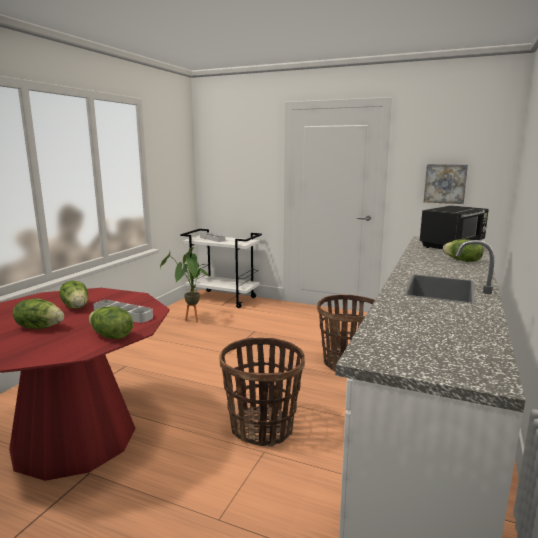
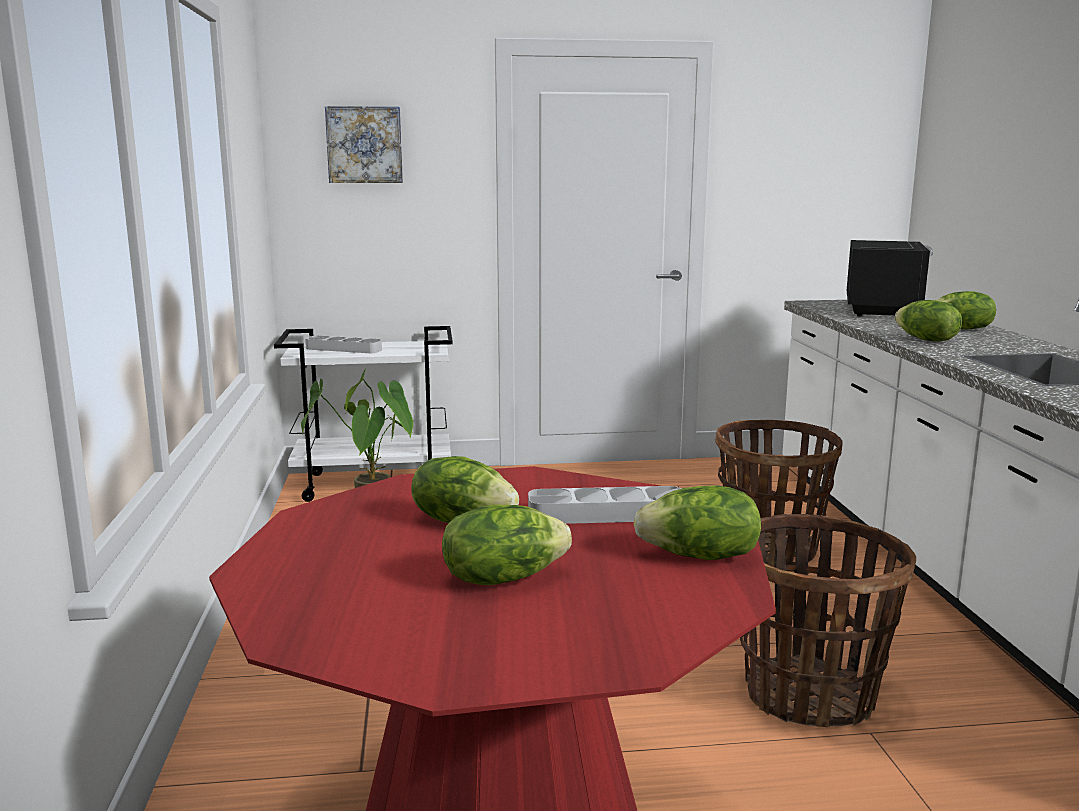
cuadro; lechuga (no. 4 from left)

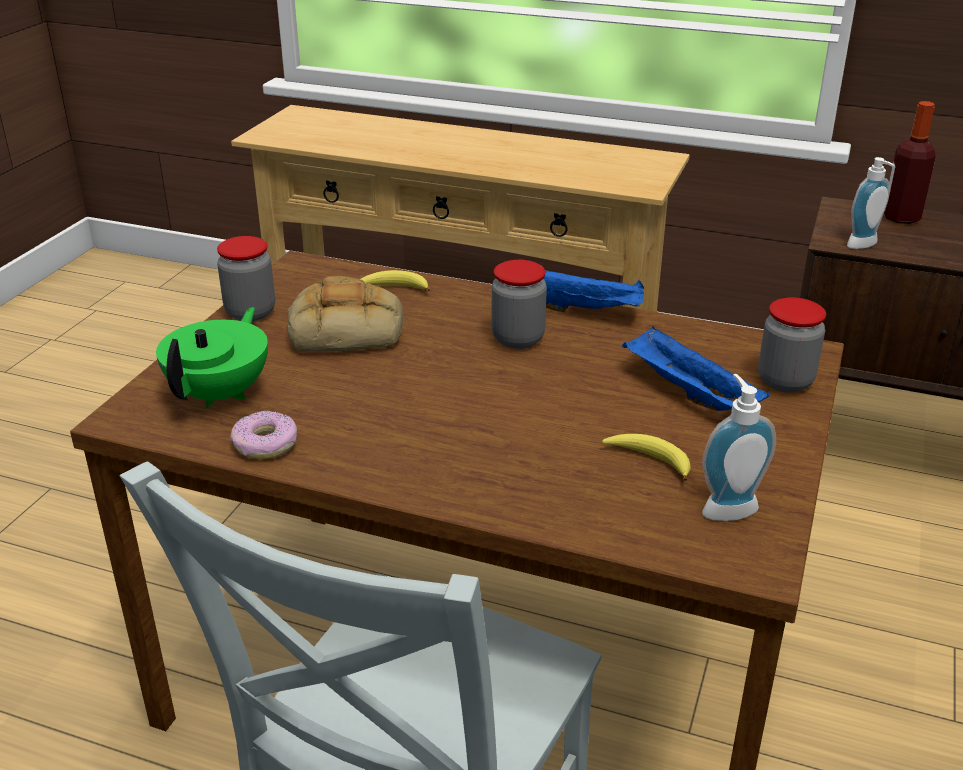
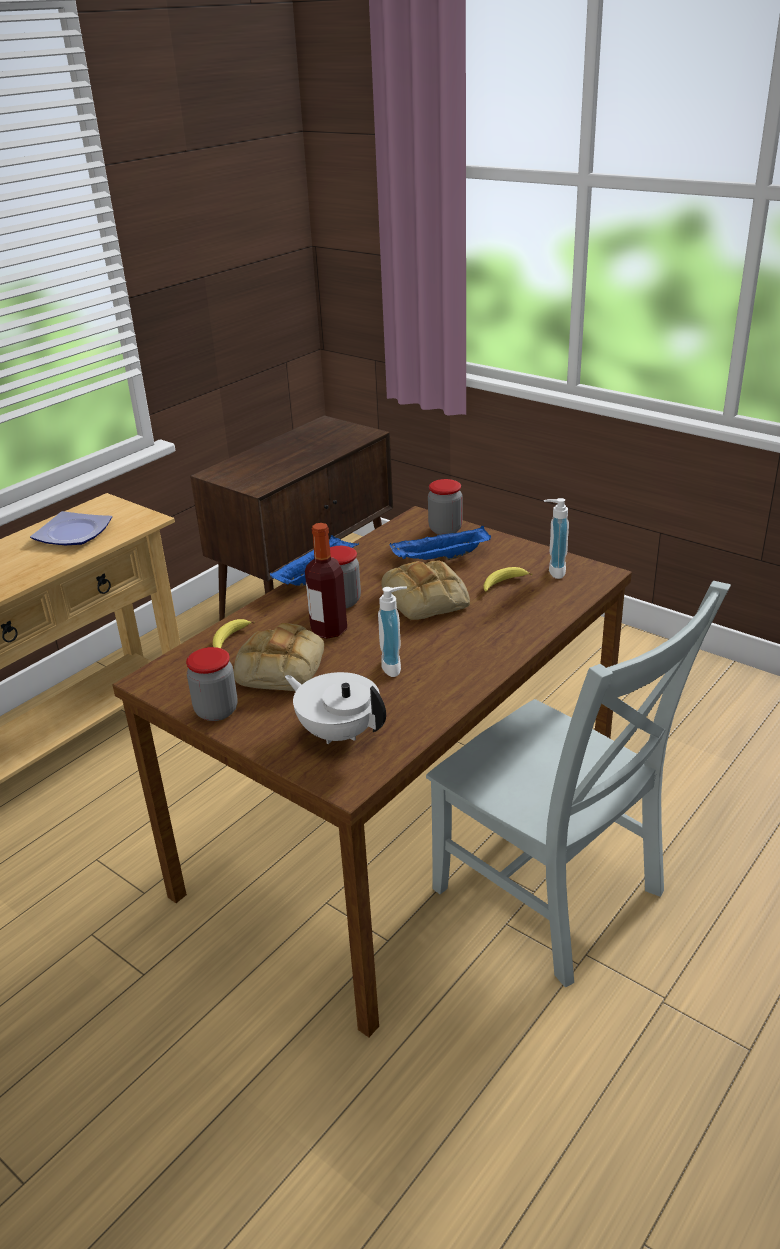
plato; tetera [blanco]; botella; dispensador de jabón (no. 1 from left); pan (no. 2 from left); rosquilla

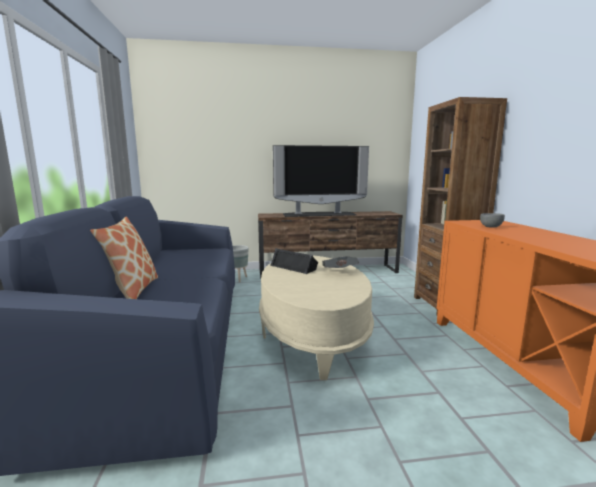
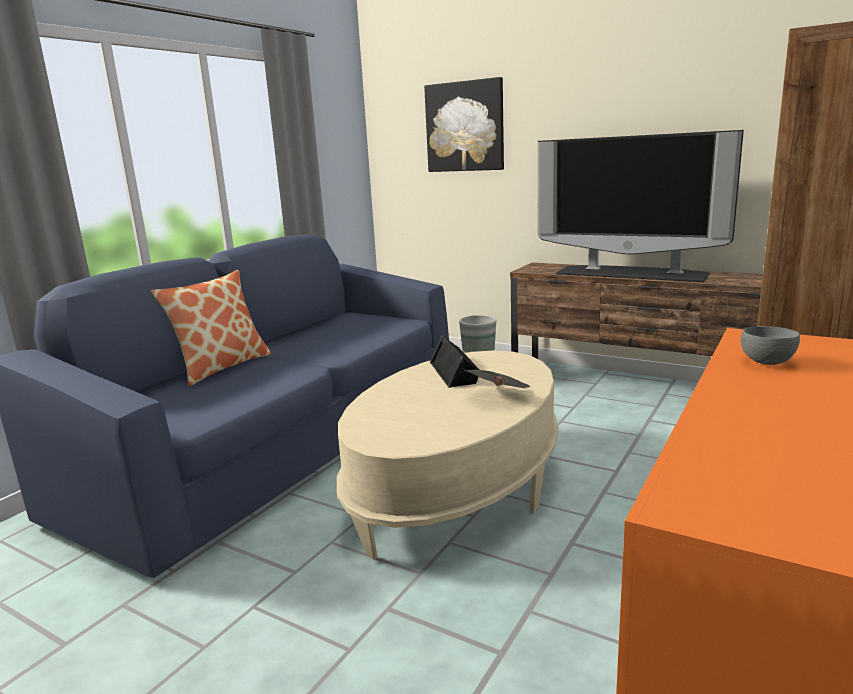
cuadro

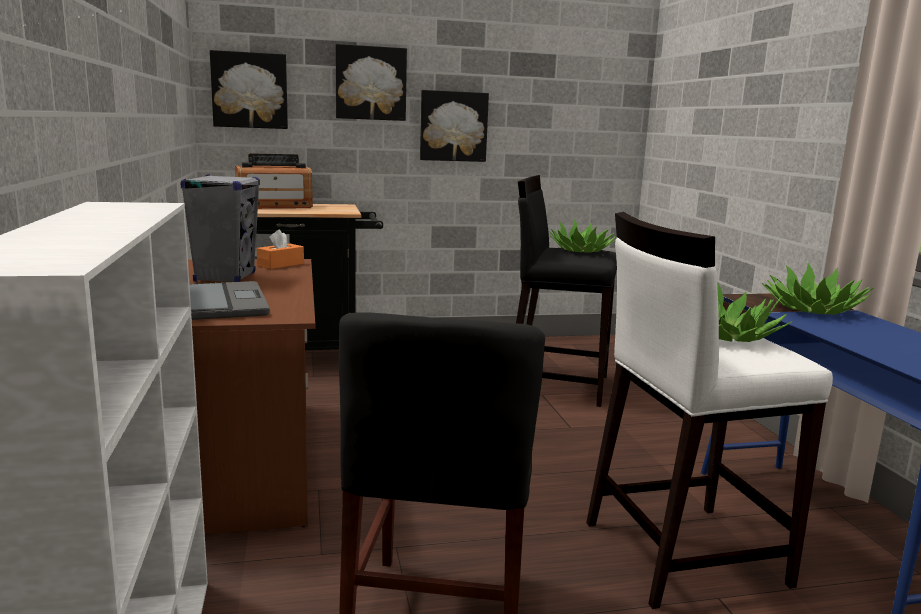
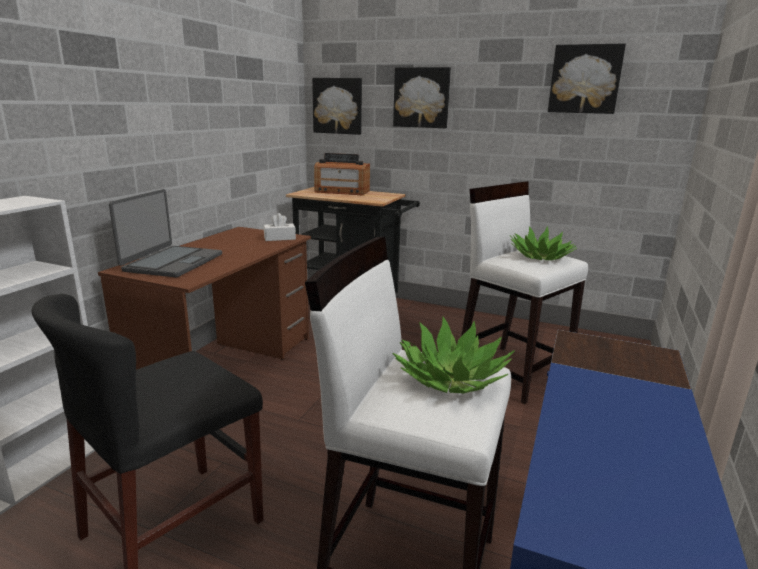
caja de pañuelos [blanco]; taburete [blanco] (no. 2 from left); cuadro (no. 3 from left); altavoz [gris]; planta en maceta (no. 3 from left in the first image)

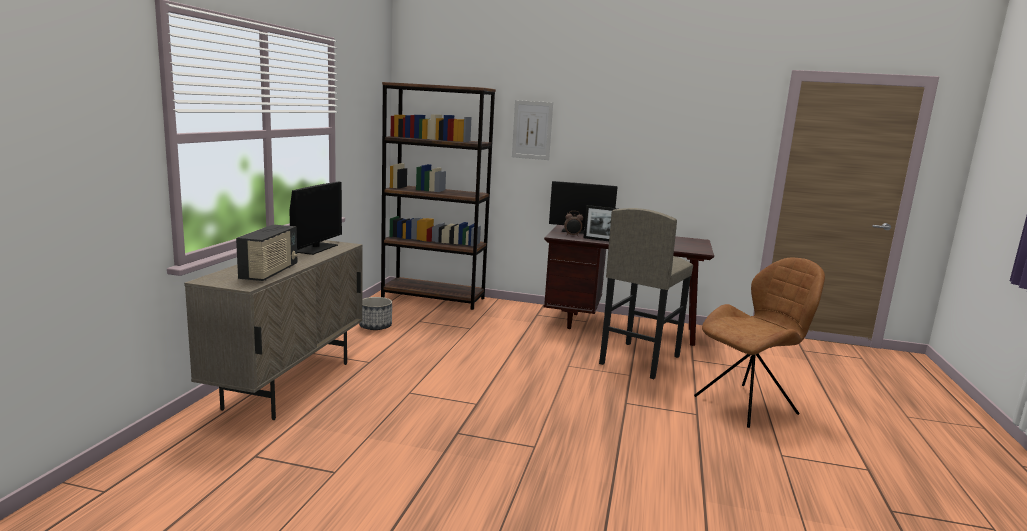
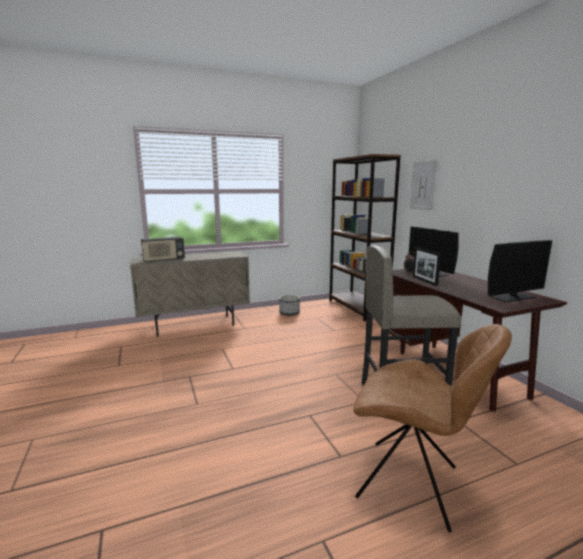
monitor (no. 2 from left)

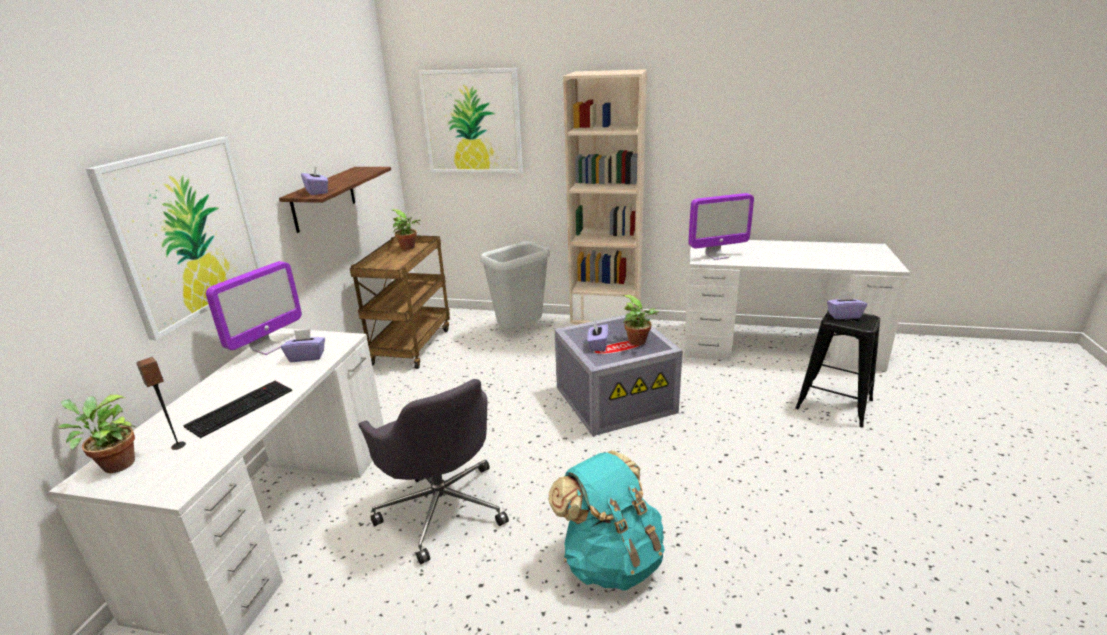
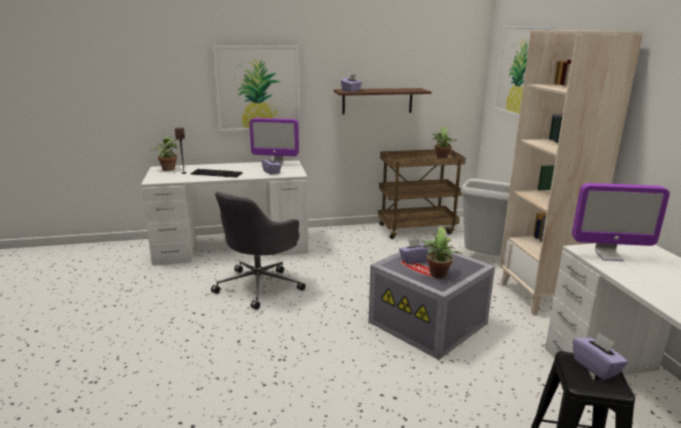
monitor (no. 2 from left); mochila [turquesa]

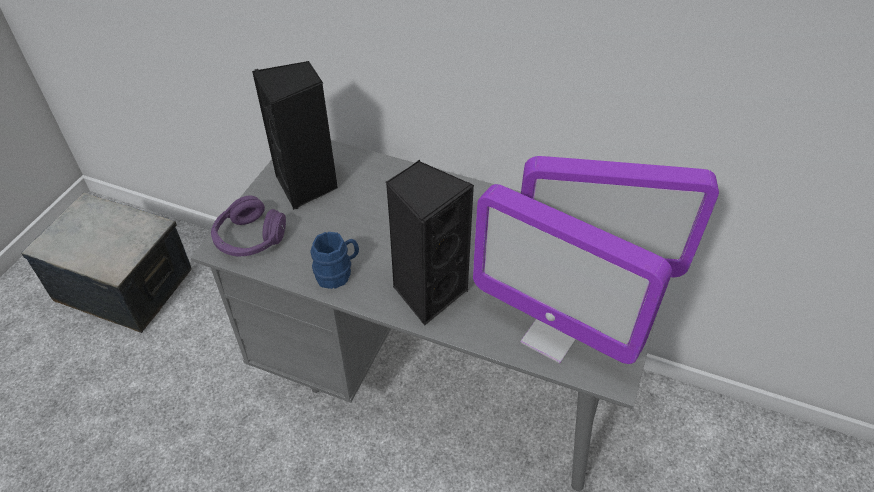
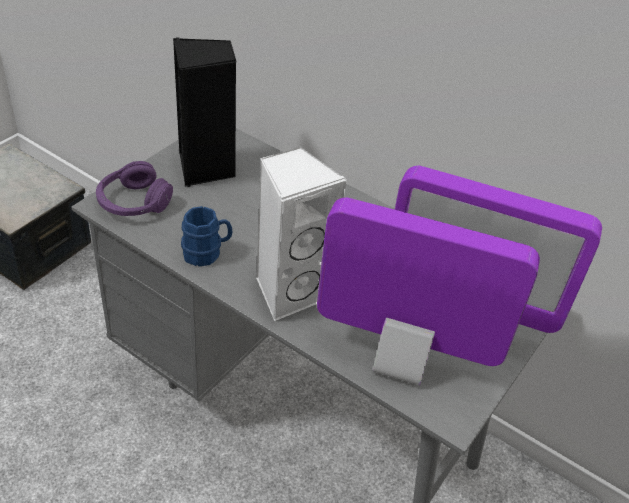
altavoz [blanco]; monitor (no. 1 from left)

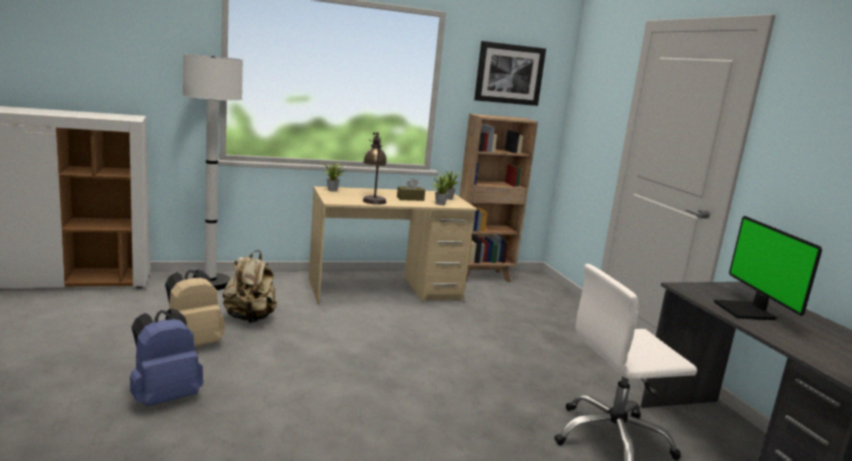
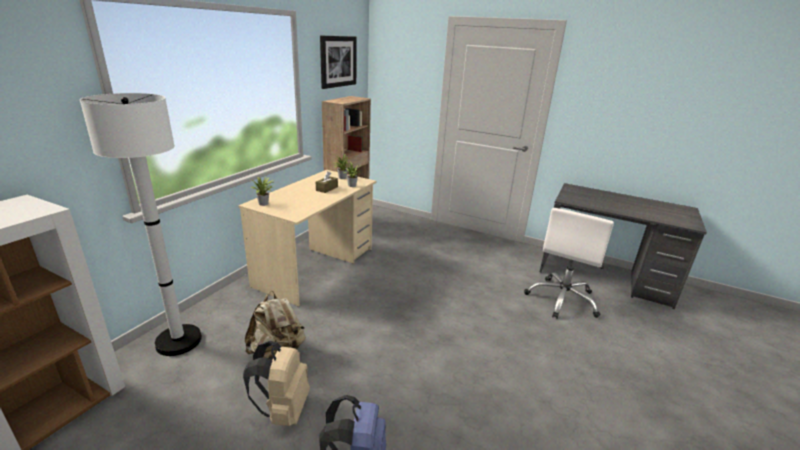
lámpara de mesa; monitor

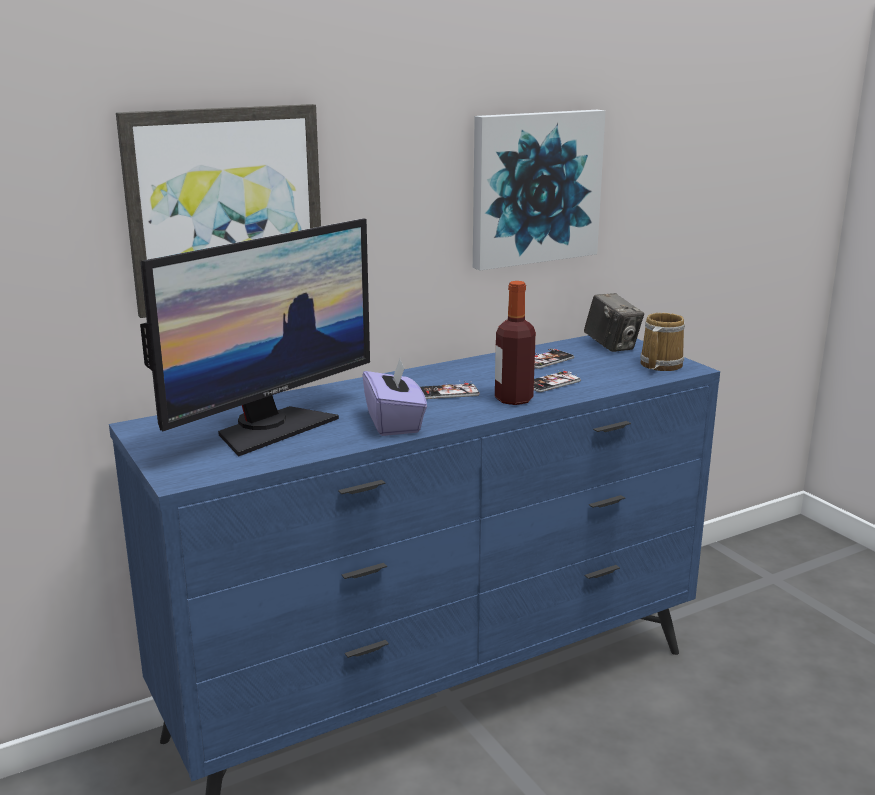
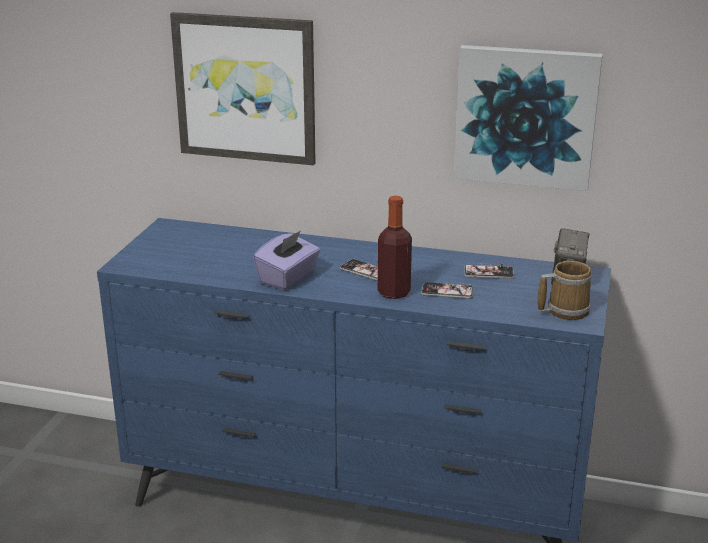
monitor

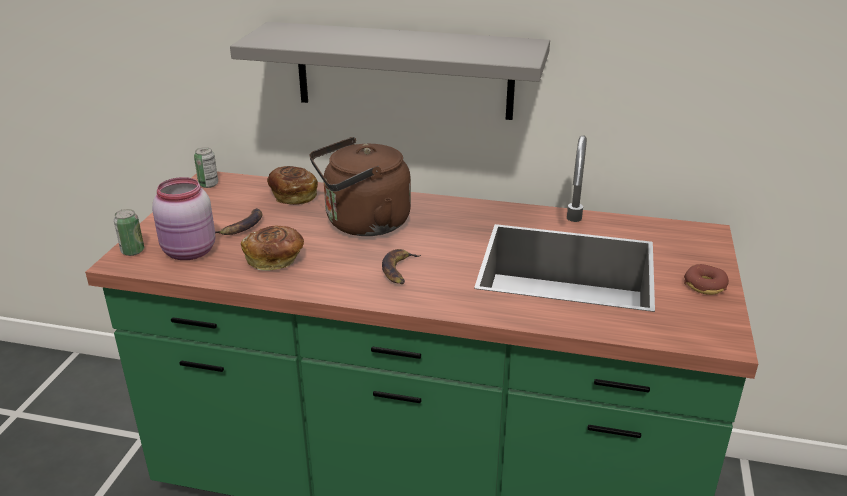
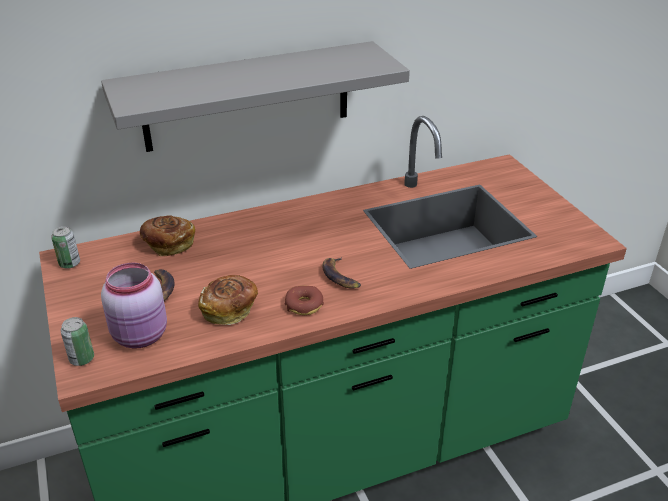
rosquilla; hervidor [marrón]

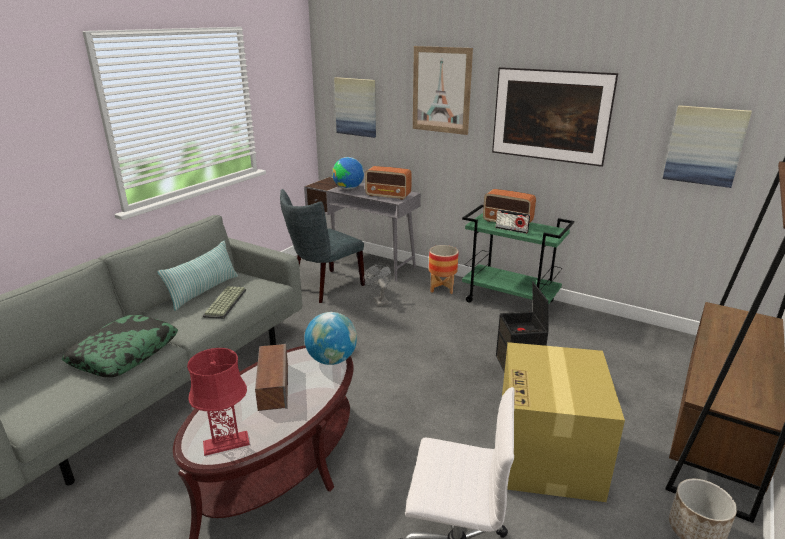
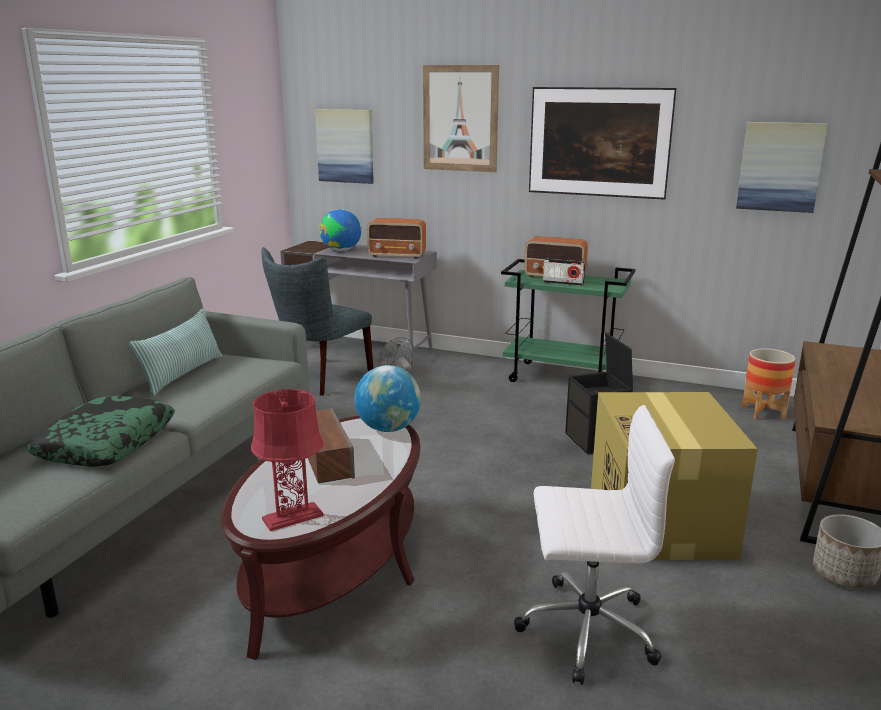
maceta (no. 1 from left); teclado

